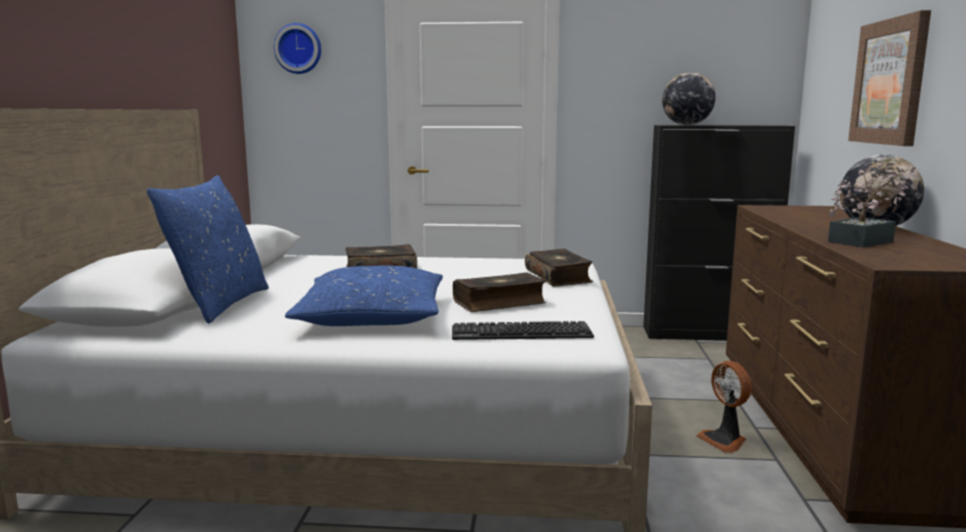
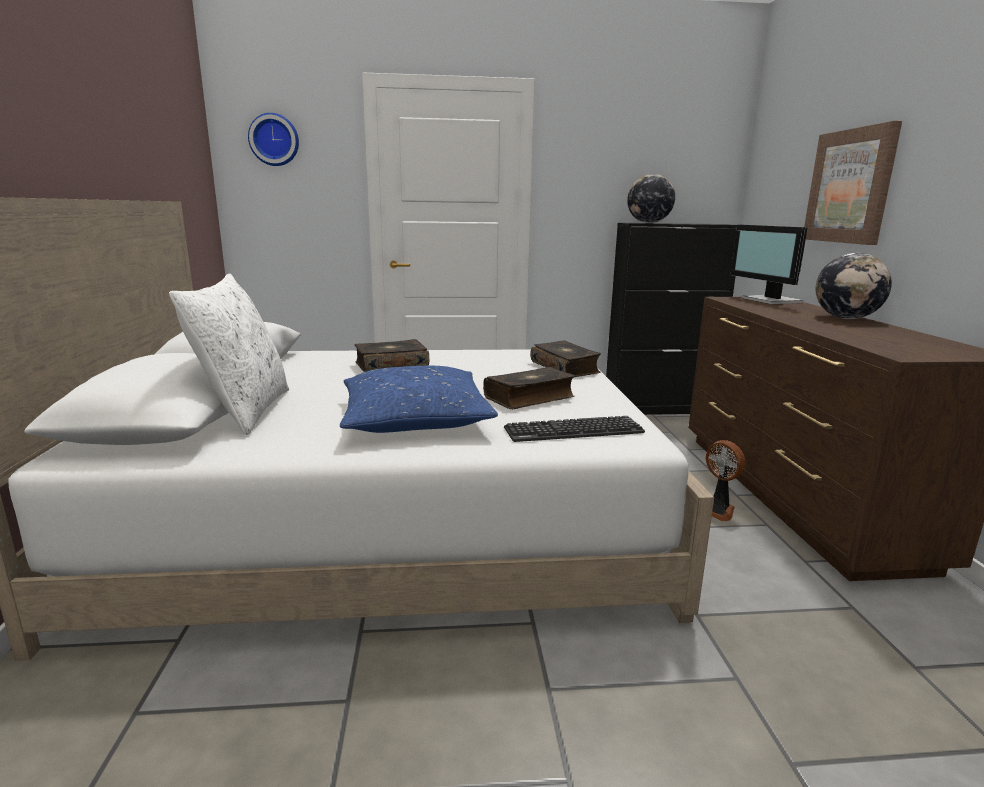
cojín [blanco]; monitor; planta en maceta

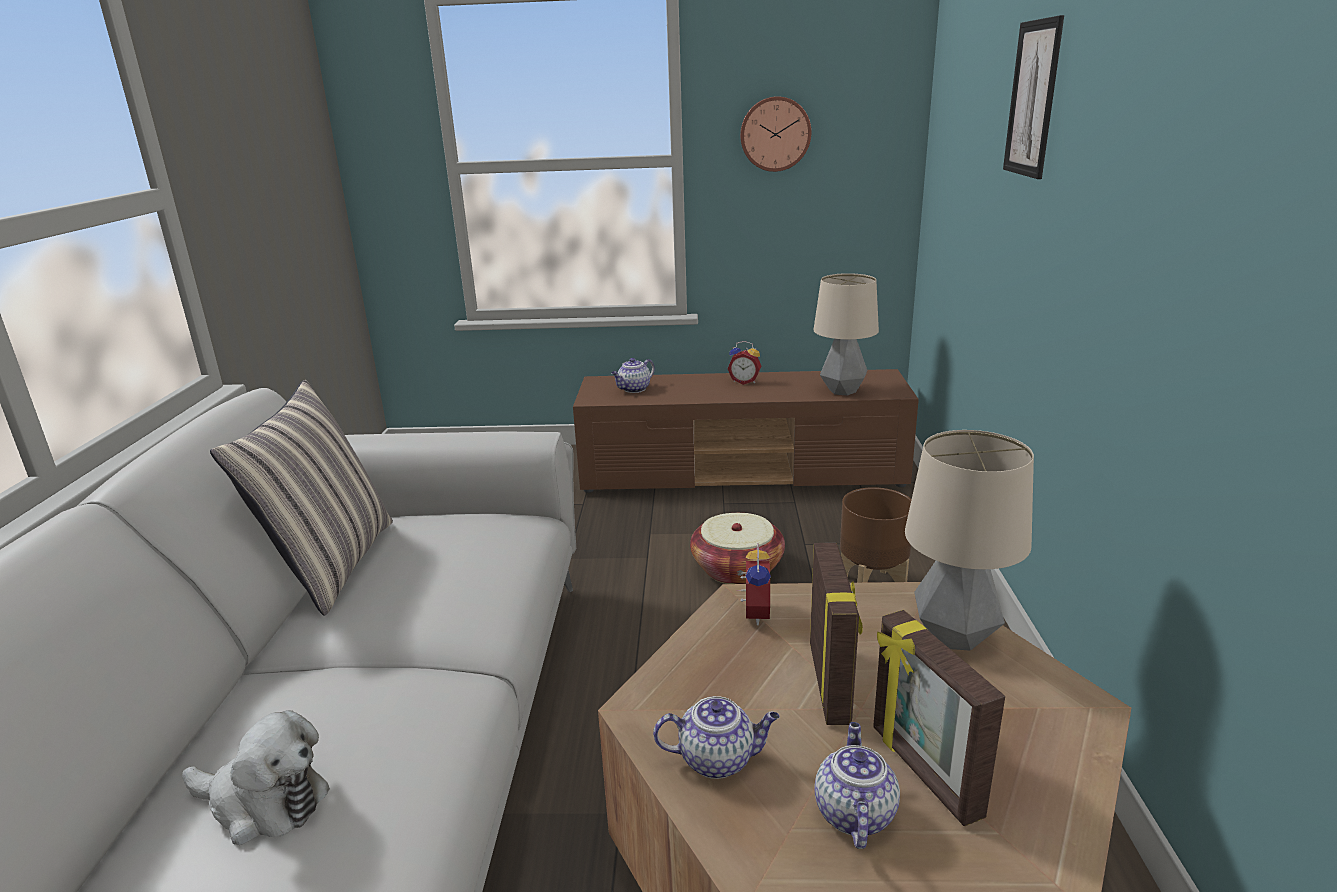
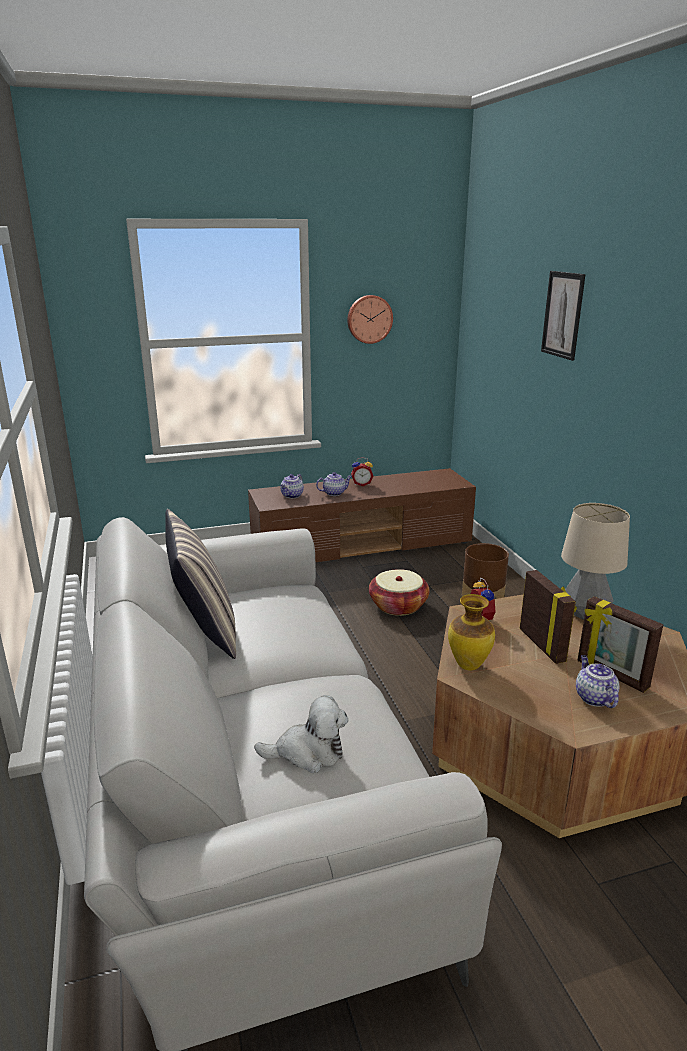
tetera (no. 2 from left); florero; lámpara de mesa (no. 1 from left in the first image)

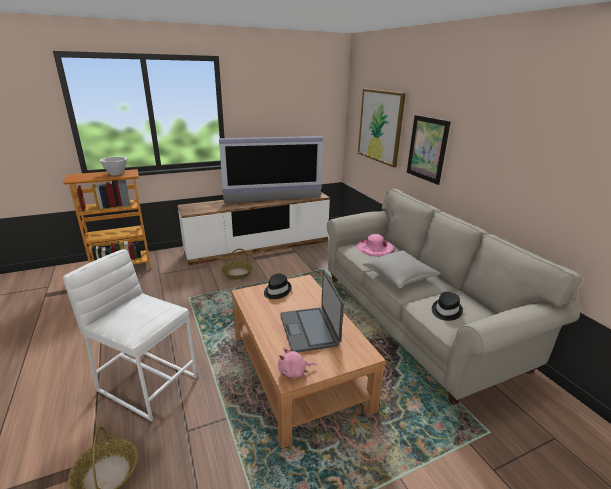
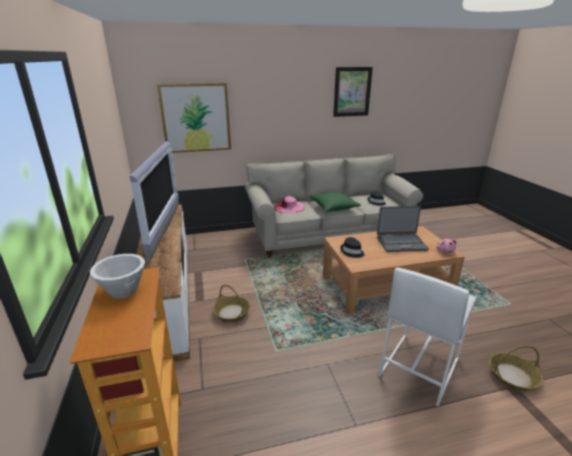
cojín [verde]; cuadro (no. 2 from left)

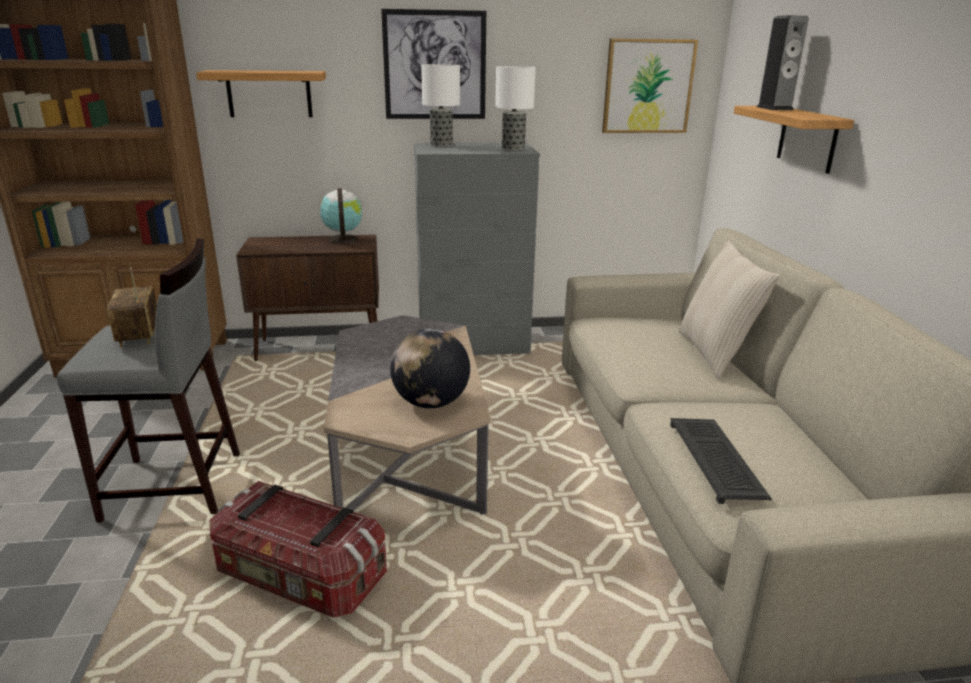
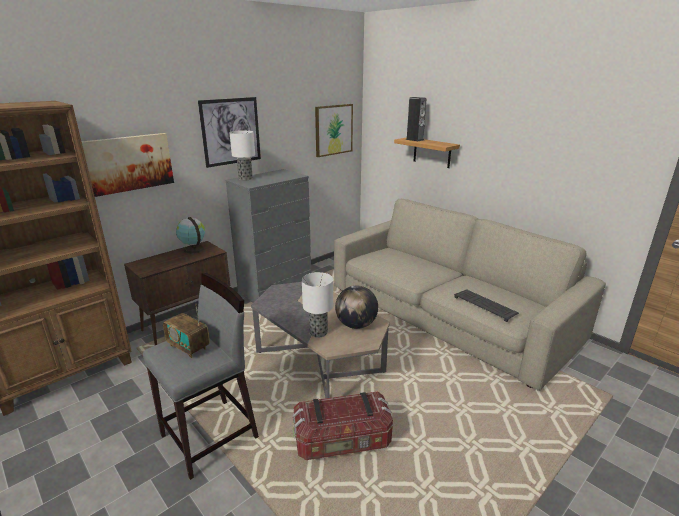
cuadro (no. 1 from left); lámpara de mesa (no. 2 from left); cojín [beis]

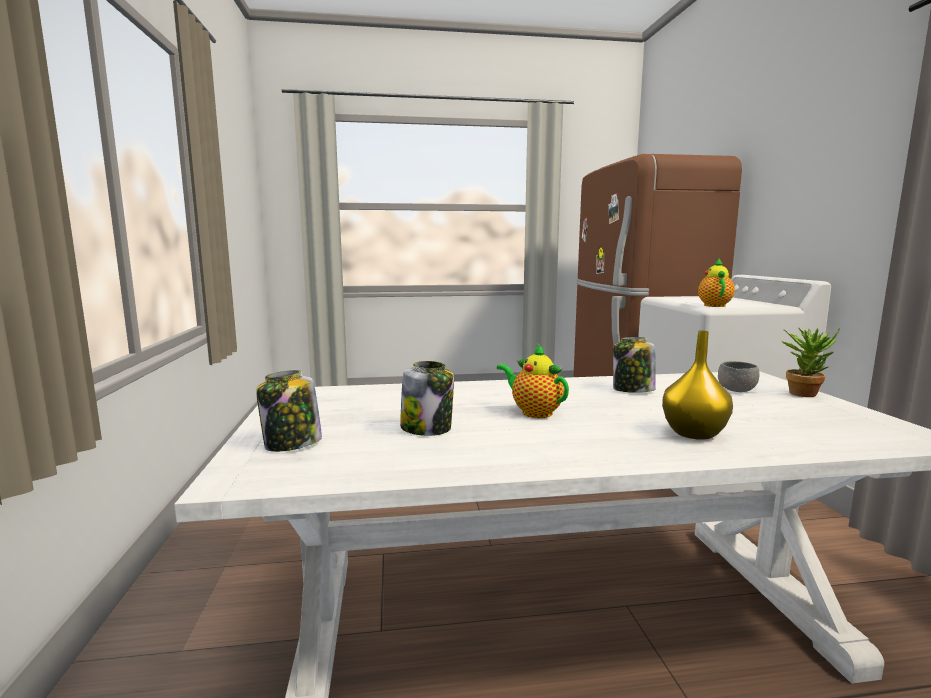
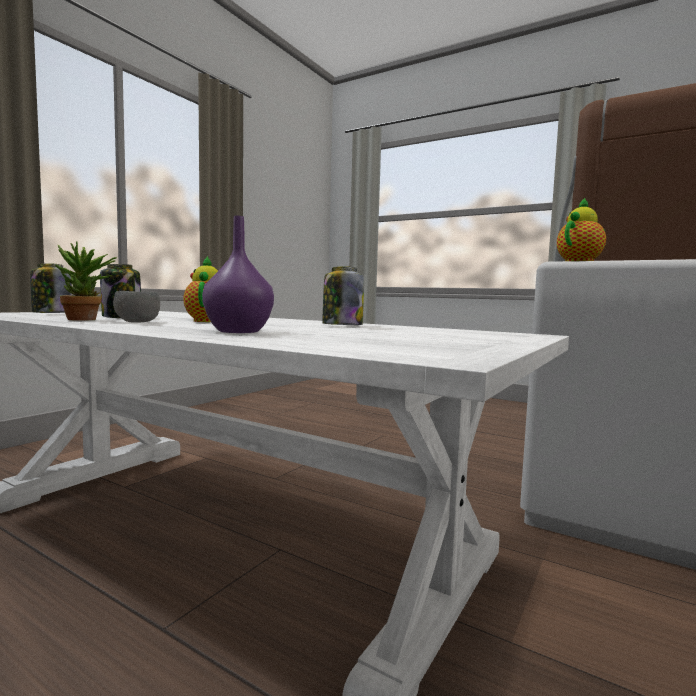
planta en maceta; cuenco [gris]; florero [morado]

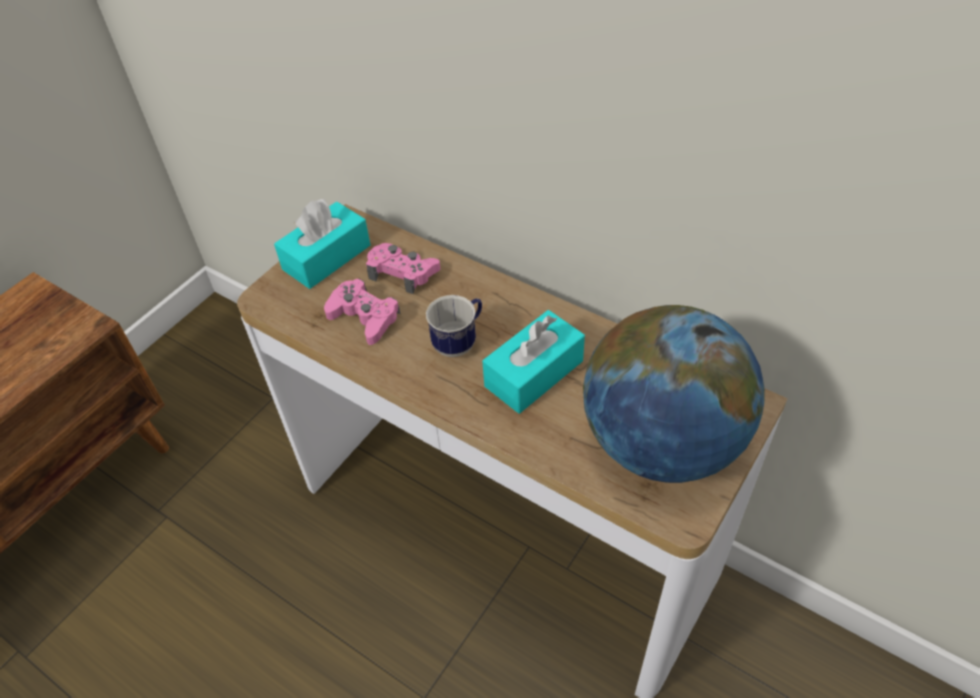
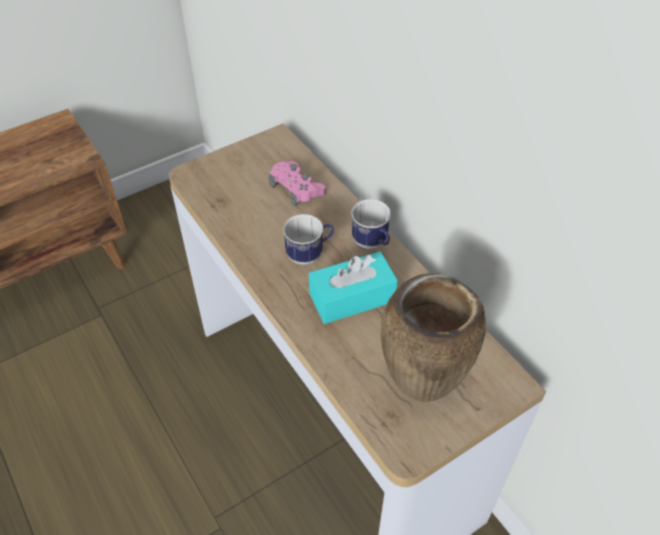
taza grande (no. 2 from left); florero [marrón]; caja de pañuelos [turquesa] (no. 1 from left in the first image); mando de consola [rosa] (no. 1 from left in the first image)

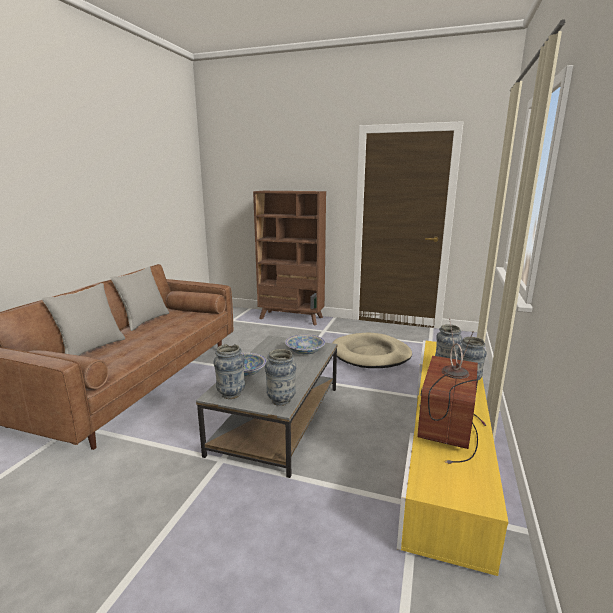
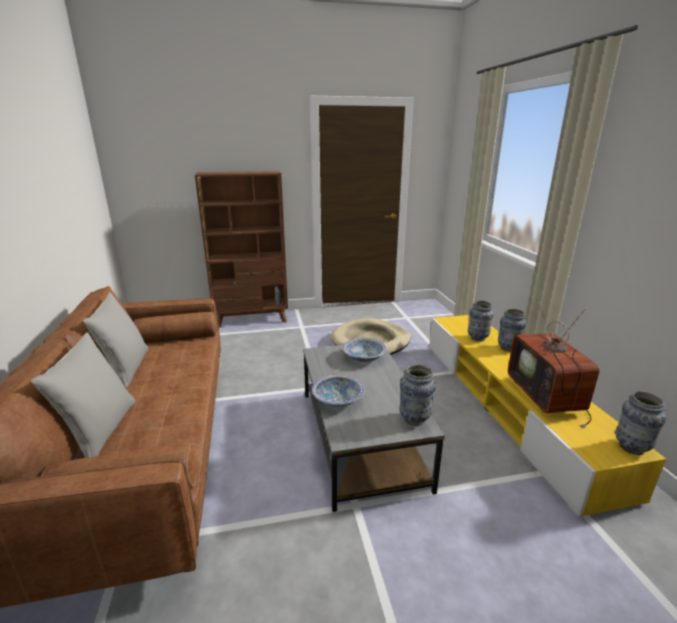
florero (no. 4 from left)

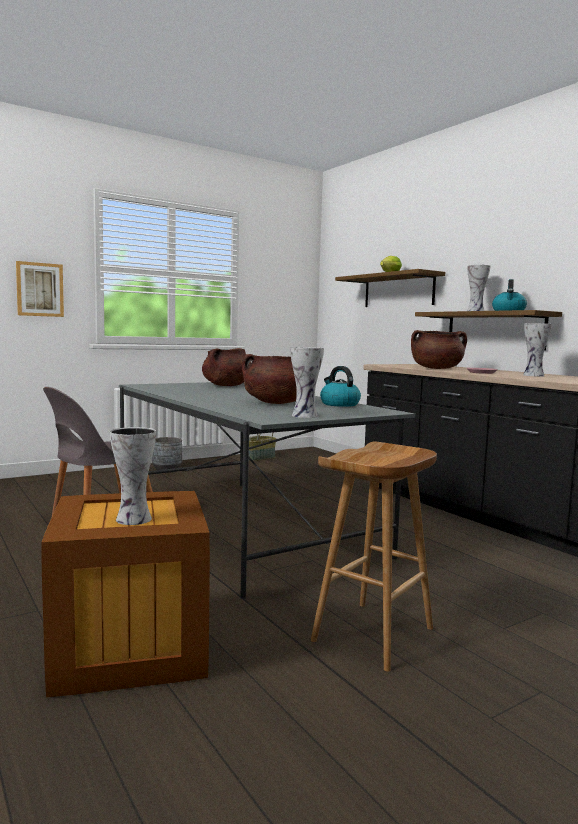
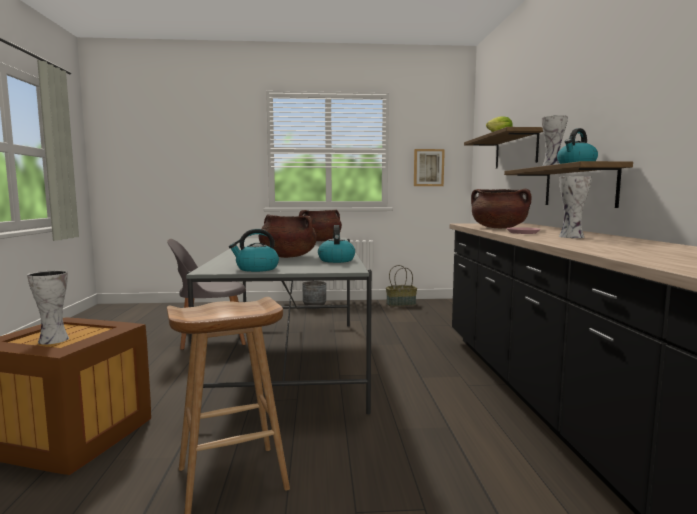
hervidor (no. 1 from left); cuadro

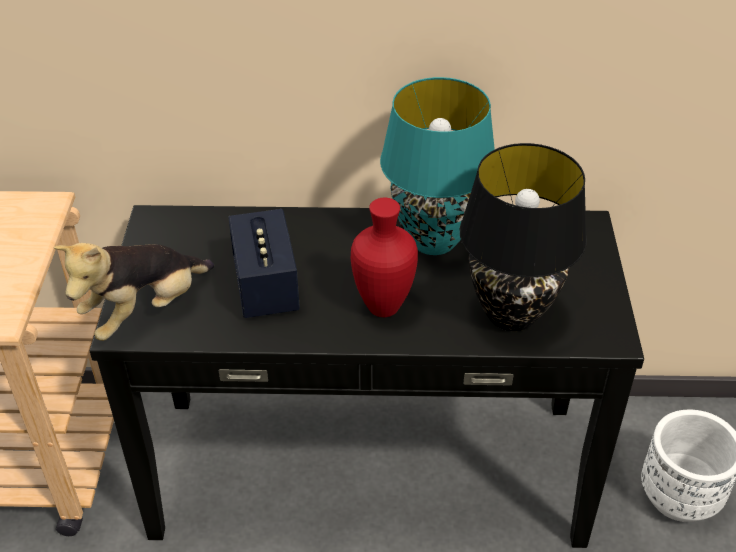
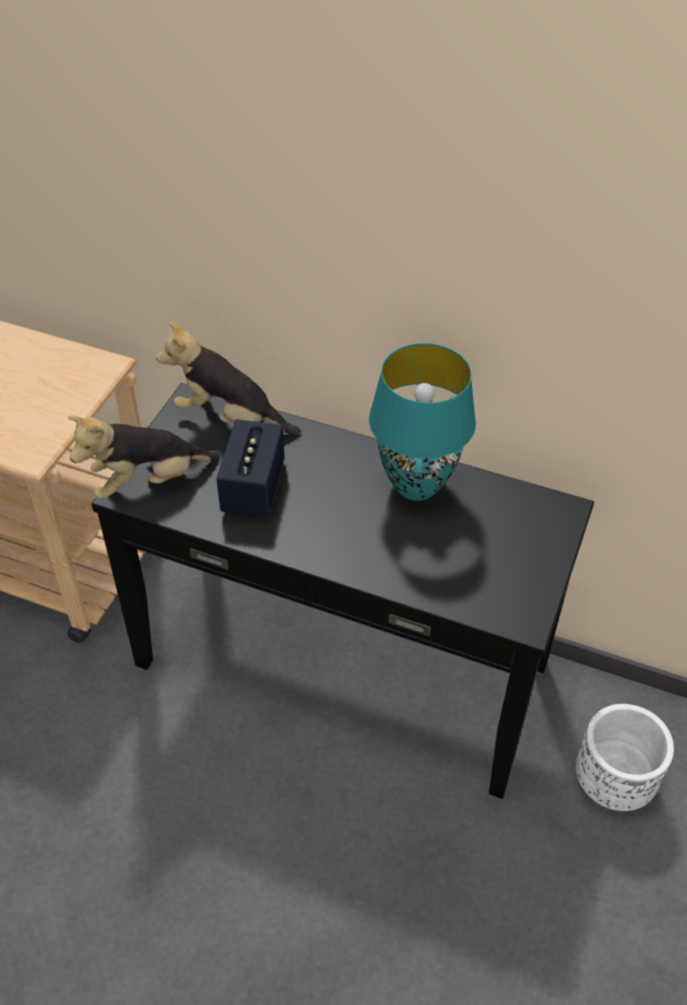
peluche (no. 2 from left); florero [rojo]; lámpara de mesa [negro]

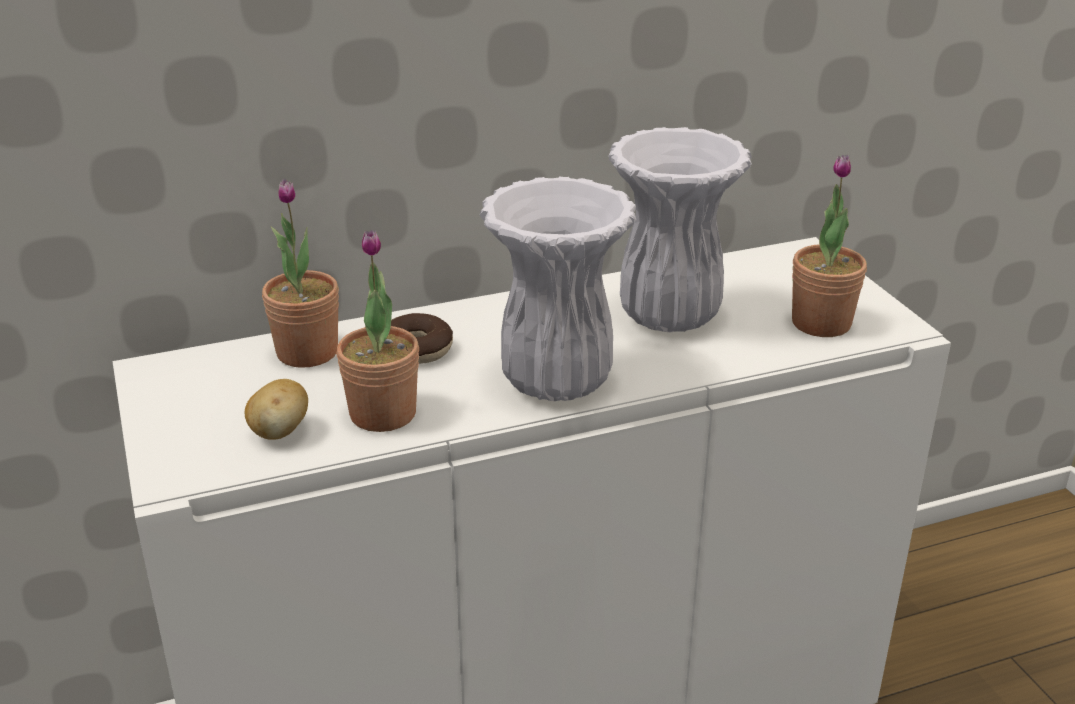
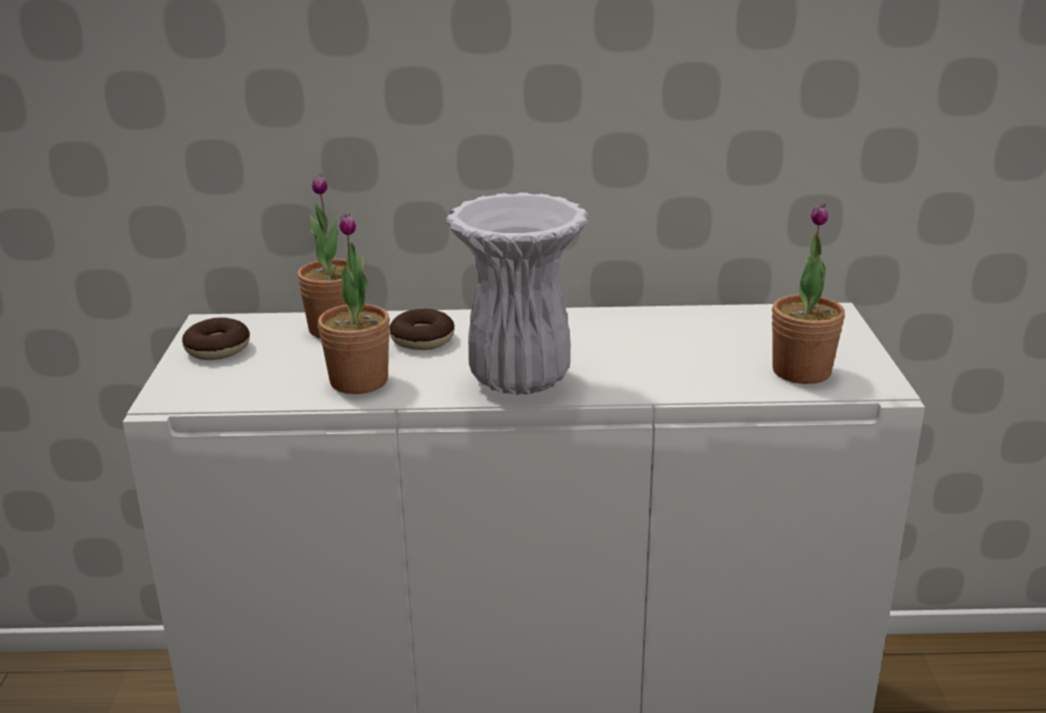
rosquilla (no. 1 from left); patata; florero [blanco] (no. 2 from left in the first image)

